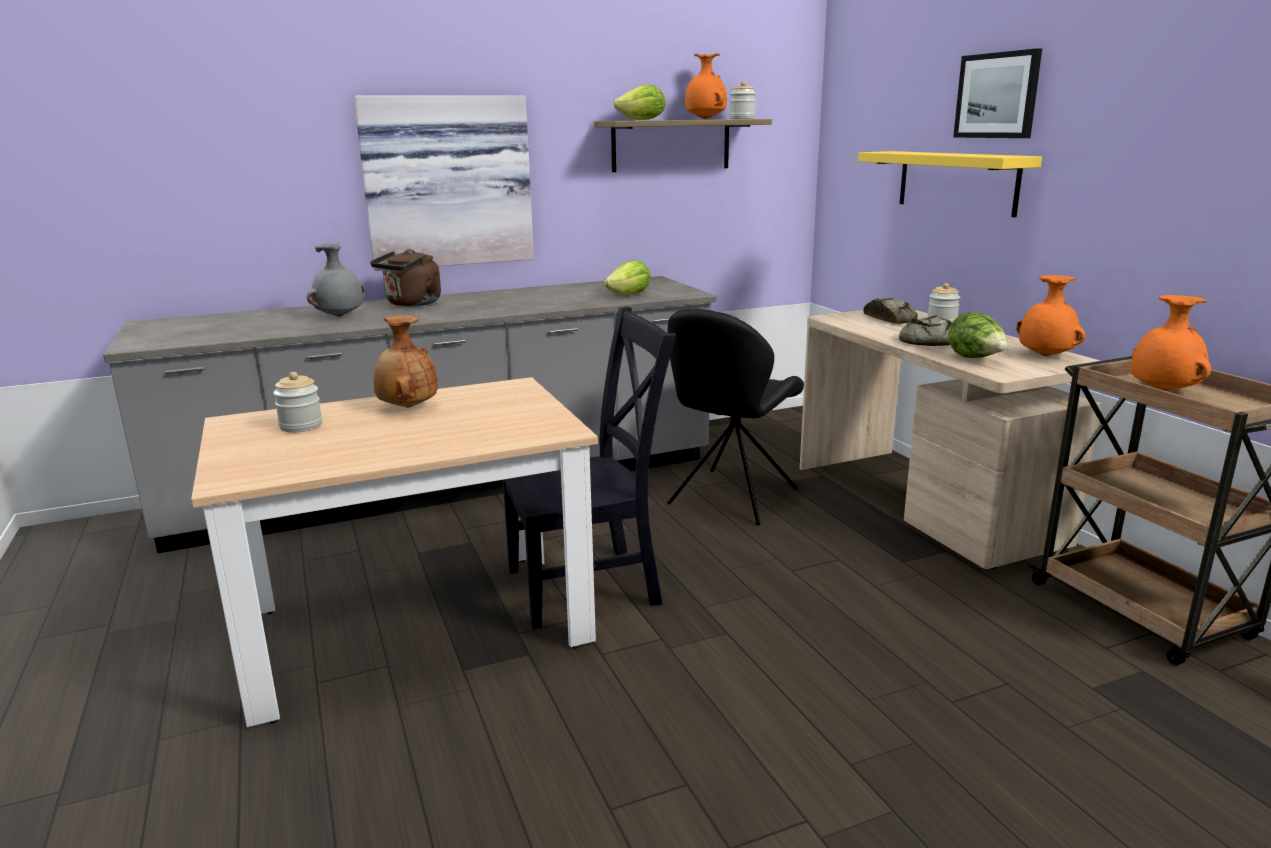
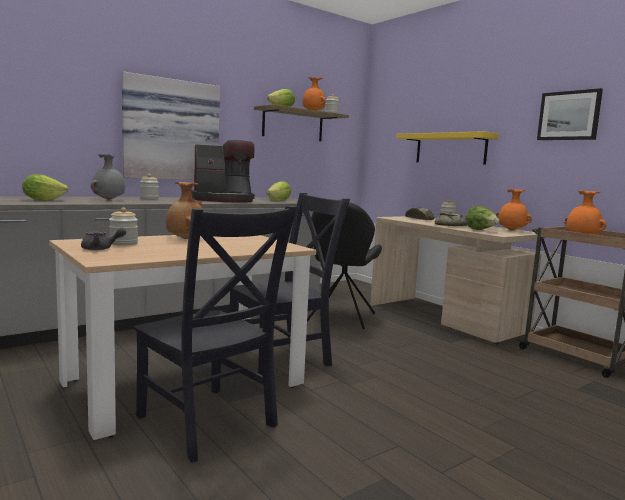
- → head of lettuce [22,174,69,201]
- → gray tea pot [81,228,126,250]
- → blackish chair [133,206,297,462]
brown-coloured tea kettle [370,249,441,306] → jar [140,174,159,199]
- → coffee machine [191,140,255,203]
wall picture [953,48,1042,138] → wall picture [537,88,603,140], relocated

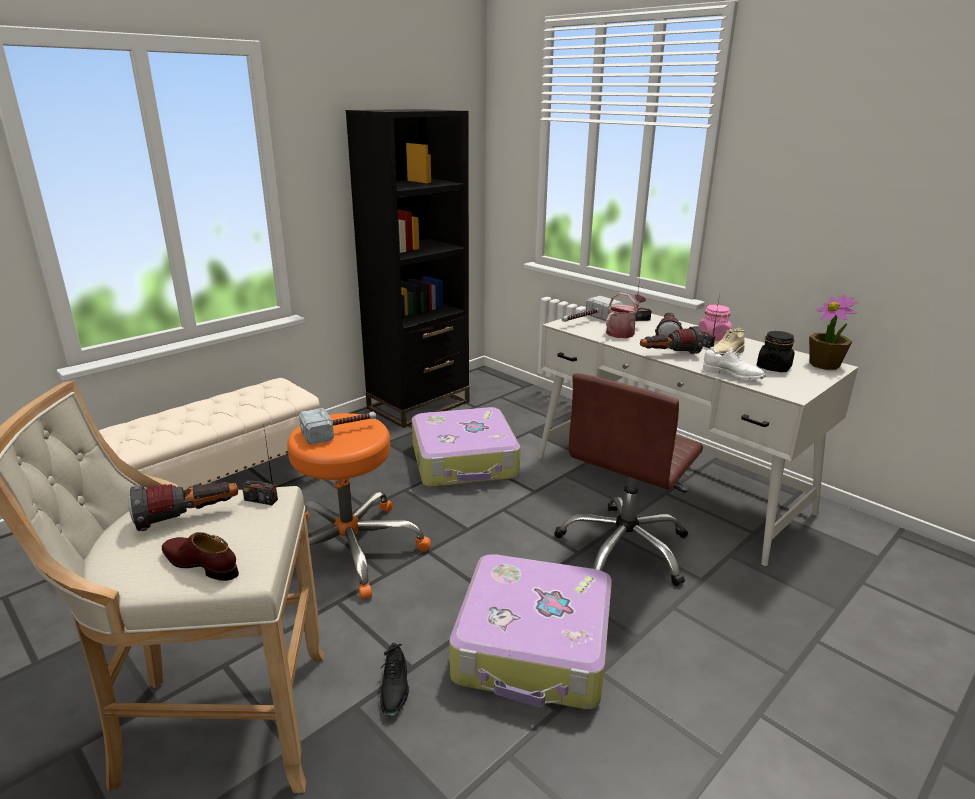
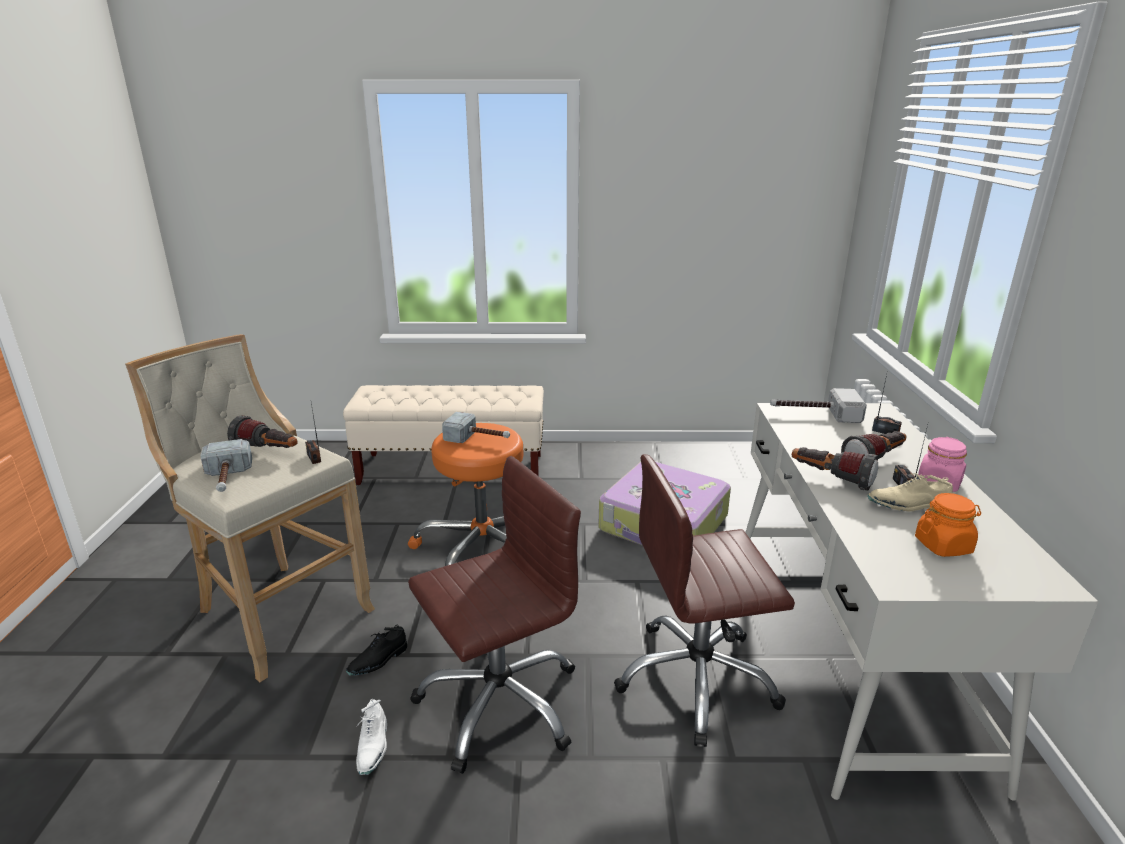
brown-coloured shoe [162,532,239,581] → hammer [201,439,252,492]
white-coloured shoe [703,346,766,379] → white-coloured shoe [356,699,387,775], relocated
travel case [449,554,612,709] → brown-coloured office chair [408,456,581,774]
blackish jar [757,331,795,372] → orange-coloured jar [915,493,981,557]
blackish bookcase [346,109,469,428] → -
watering pot [606,292,646,338] → -
potted plant [809,295,858,370] → -

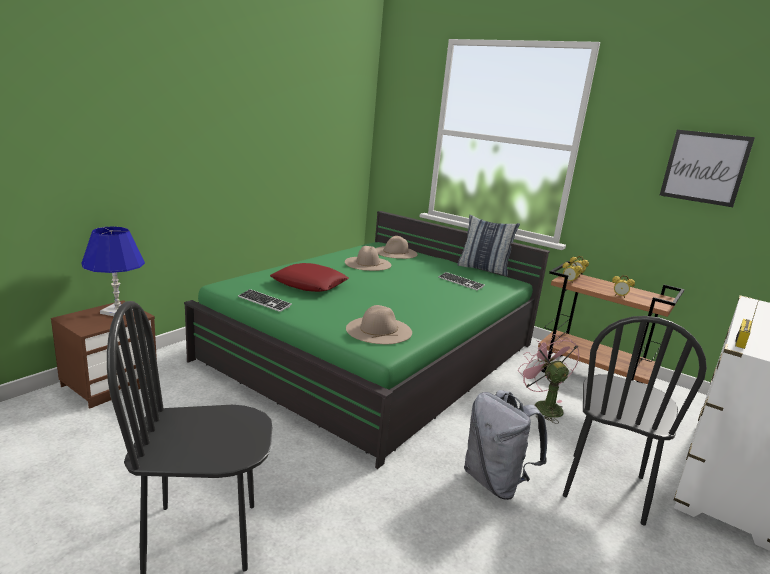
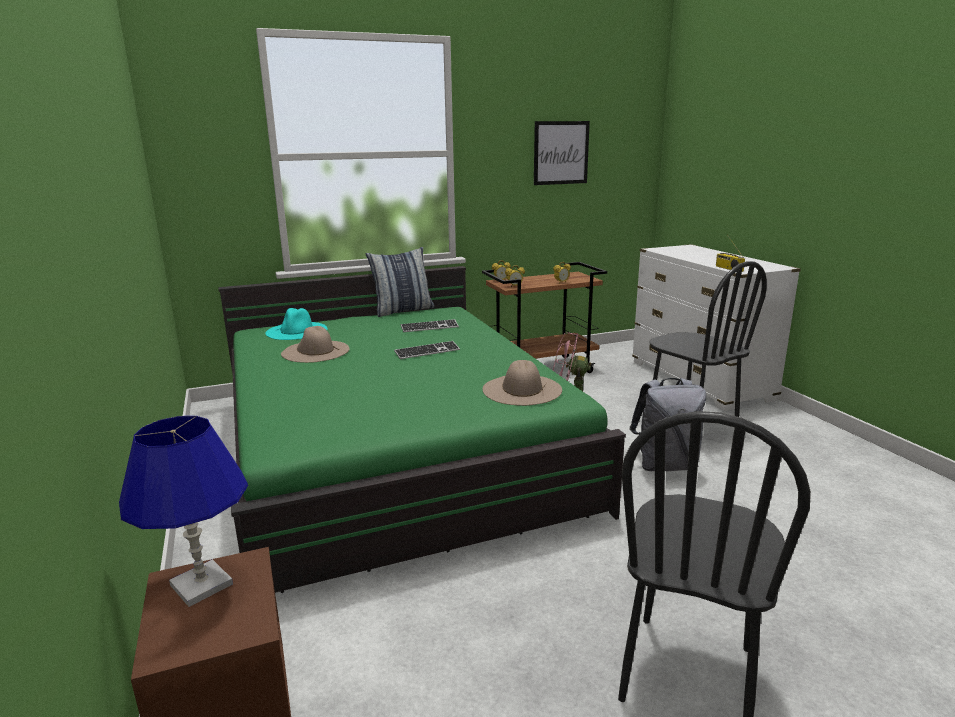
beige-coloured hat [376,236,418,259] → turquoise-coloured hat [265,308,328,340]
keyboard [238,289,292,312] → keyboard [394,341,460,359], relocated
reddish pillow [270,263,349,292] → -

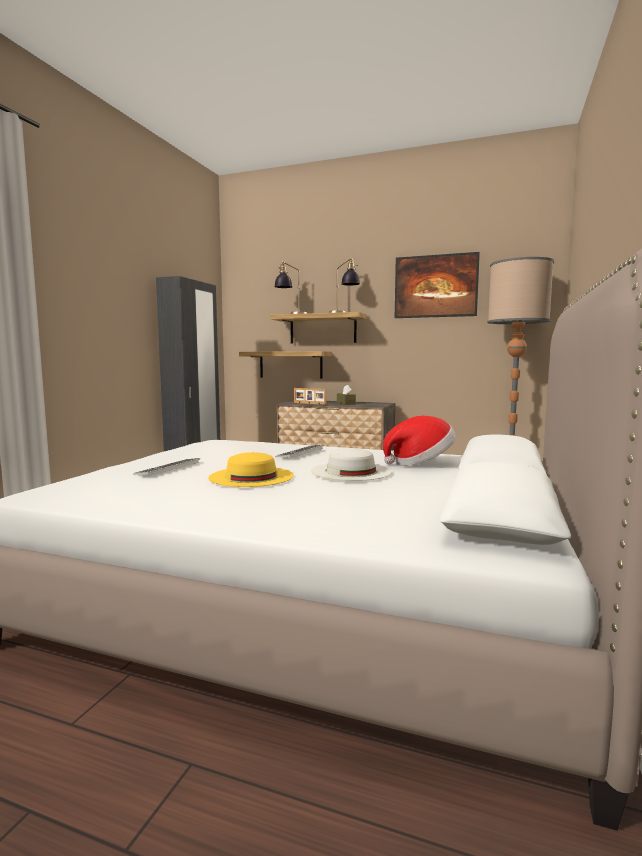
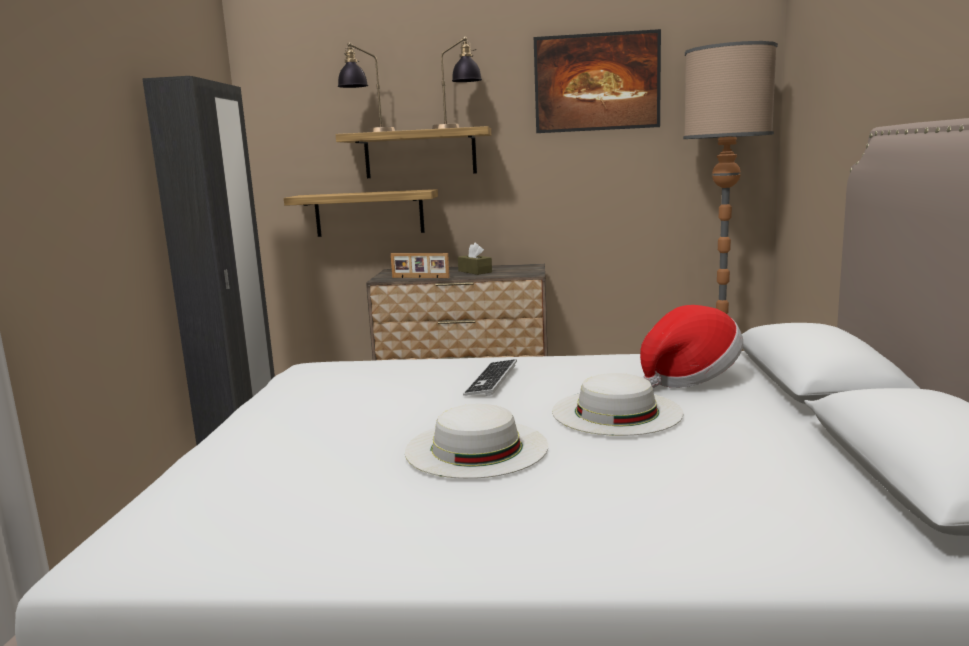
yellowish hat [208,452,294,487] → white-coloured hat [405,404,548,479]
keyboard [133,458,200,476] → -

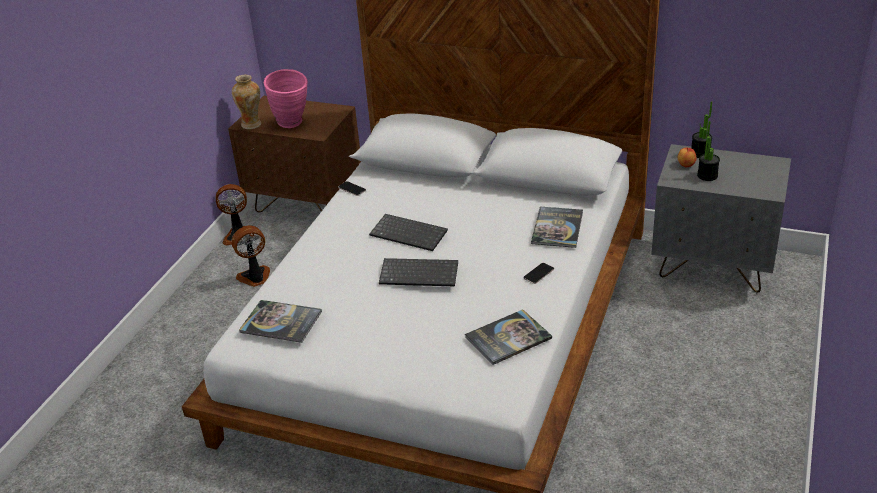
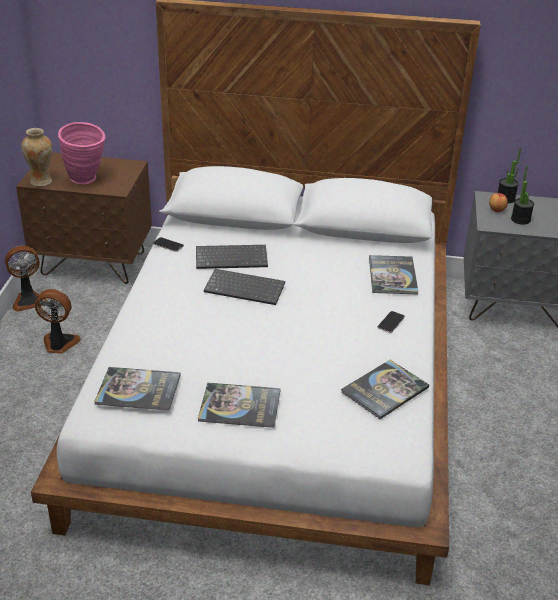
fan [231,226,270,287] → fan [35,289,81,354], 45 degrees clockwise
keyboard [379,258,458,286] → keyboard [196,245,268,269], relocated
- → bound book [198,383,281,428]

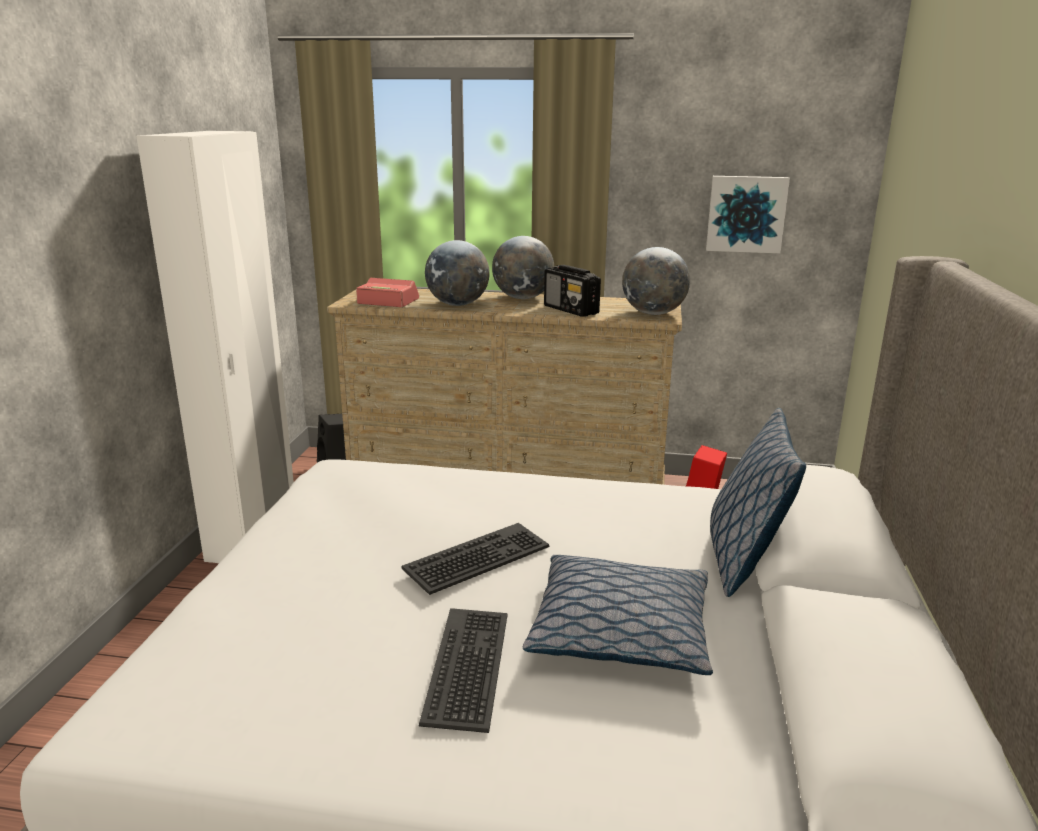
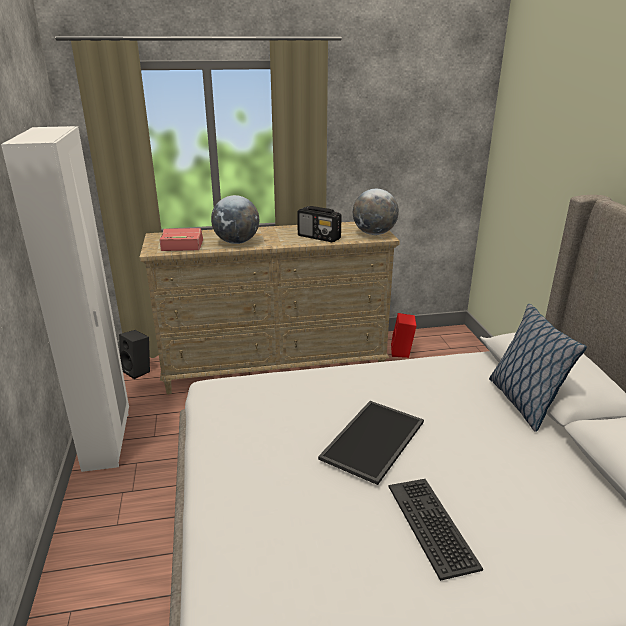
keyboard [401,523,549,595] → carrying tray [318,401,424,485]
world globe [492,236,554,299] → -
pillow [523,555,713,675] → -
wall picture [706,176,790,253] → -

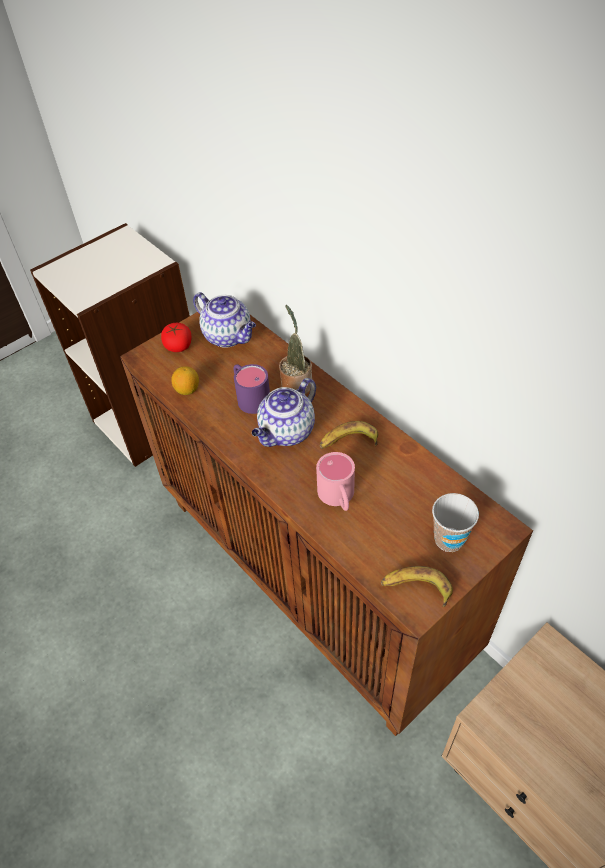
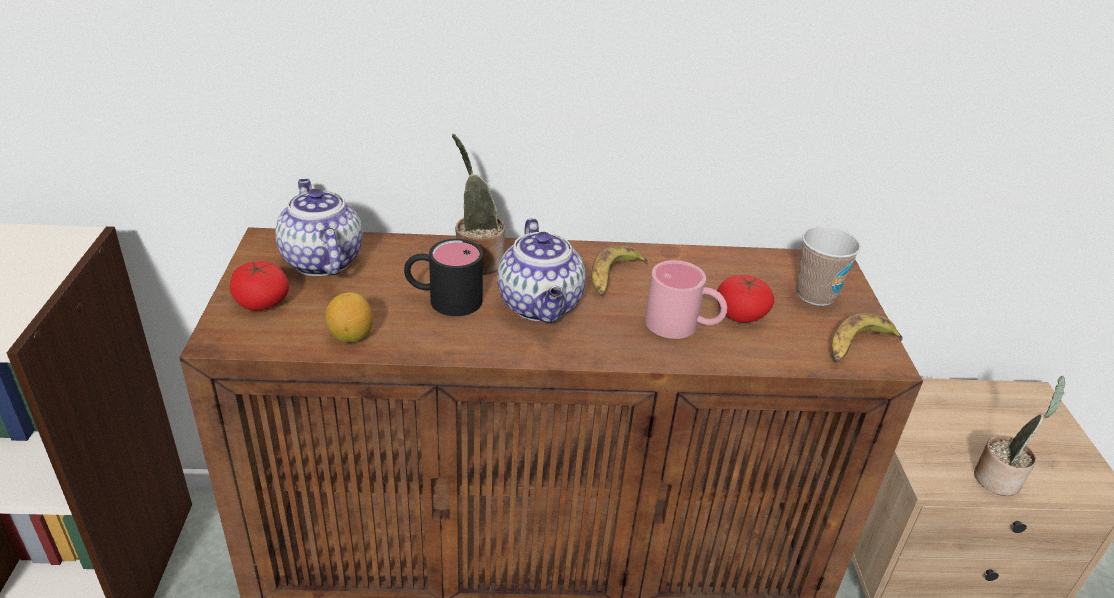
tea pot [193,292,256,348] → tea pot [275,179,363,276], 105 degrees counterclockwise
purple-coloured coffee mug [233,364,270,414] → blackish coffee mug [404,239,483,316]
- → fresh tomato [717,275,774,323]
- → potted plant [974,376,1065,496]

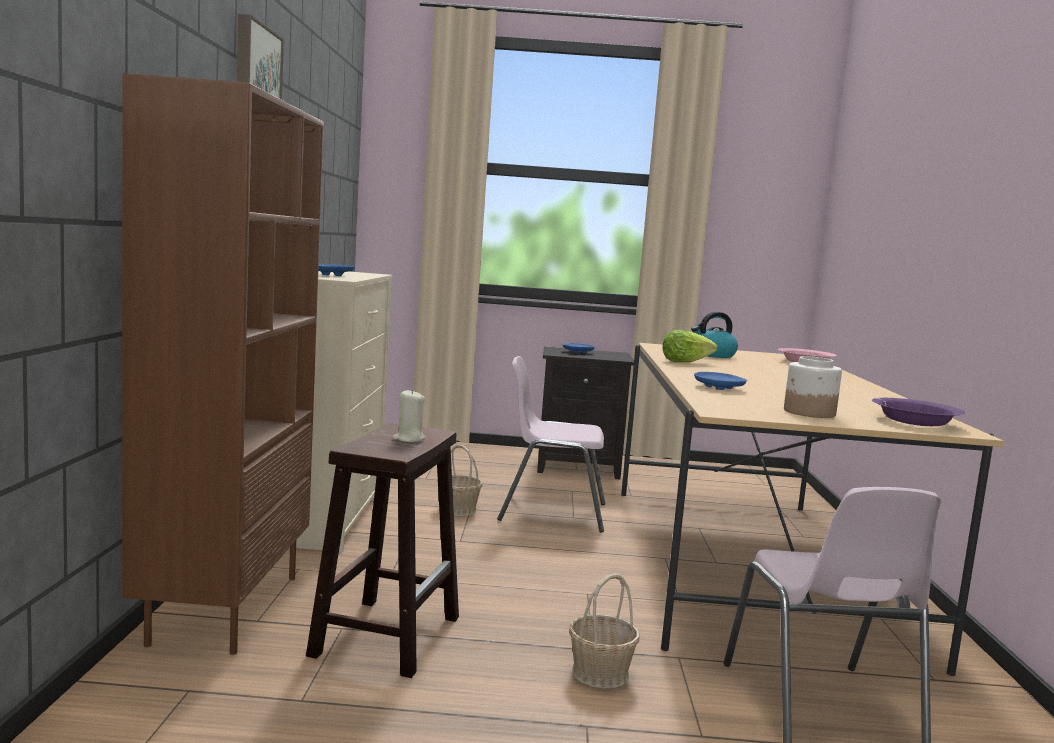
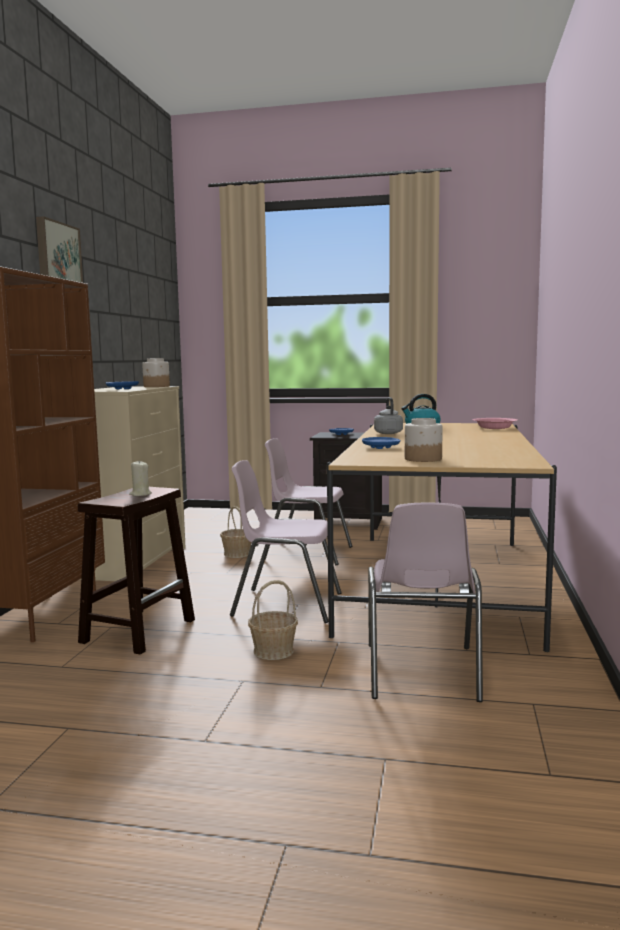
- → jar [142,358,170,387]
- → pinkish chair [230,460,342,623]
head of lettuce [662,330,718,362] → gray tea kettle [374,397,403,434]
purple-coloured serving bowl [872,398,965,426] → -

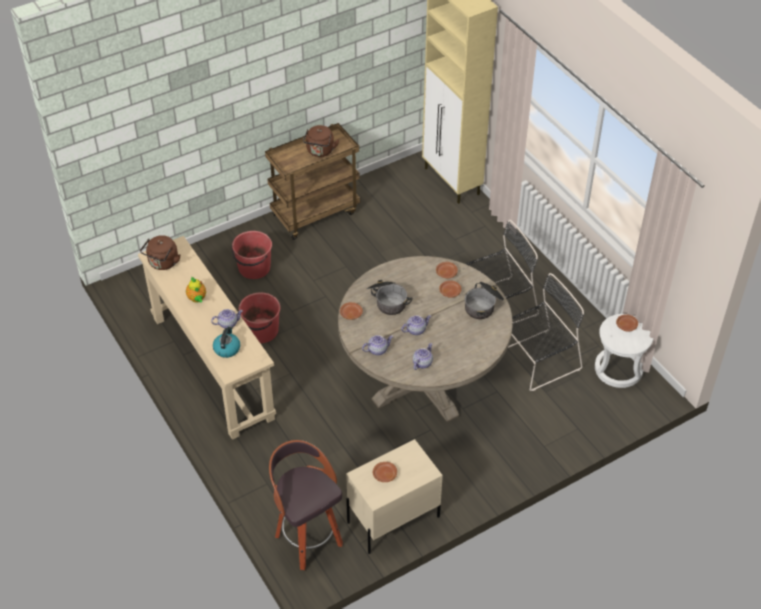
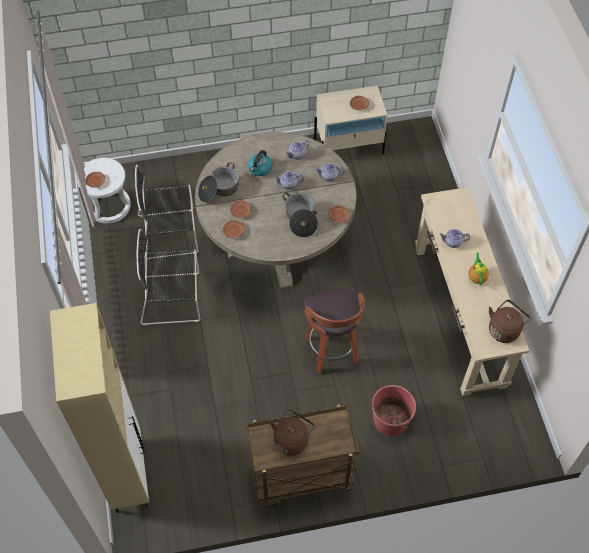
tea kettle [213,326,240,358] → tea kettle [248,150,273,176], relocated
stool seat [269,440,343,570] → stool seat [303,287,365,374], relocated
reddish bucket [238,293,281,343] → -

